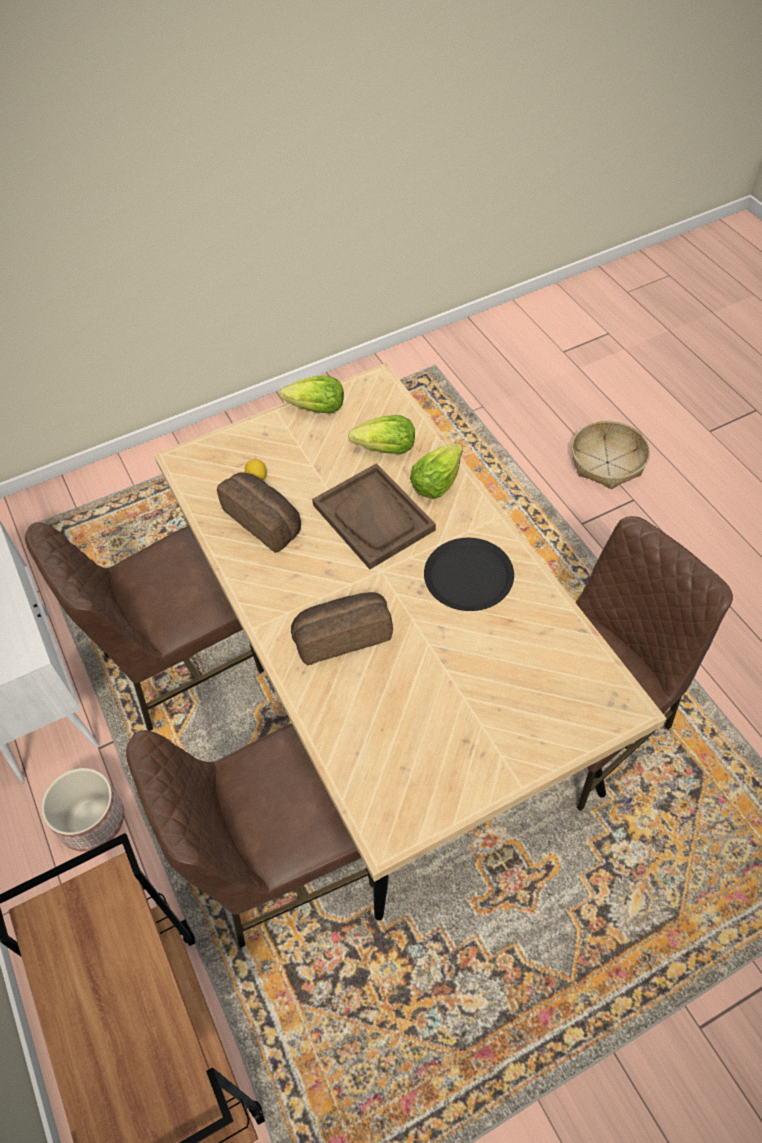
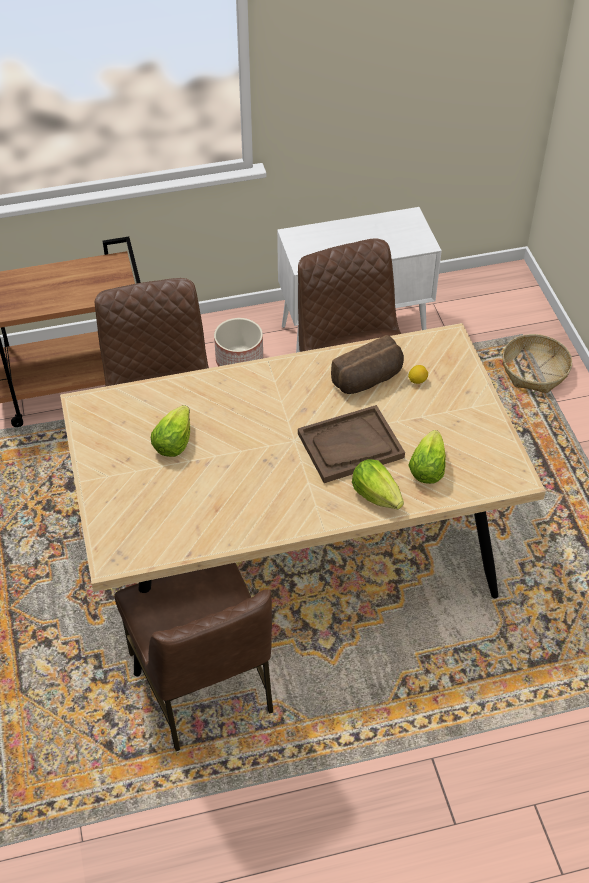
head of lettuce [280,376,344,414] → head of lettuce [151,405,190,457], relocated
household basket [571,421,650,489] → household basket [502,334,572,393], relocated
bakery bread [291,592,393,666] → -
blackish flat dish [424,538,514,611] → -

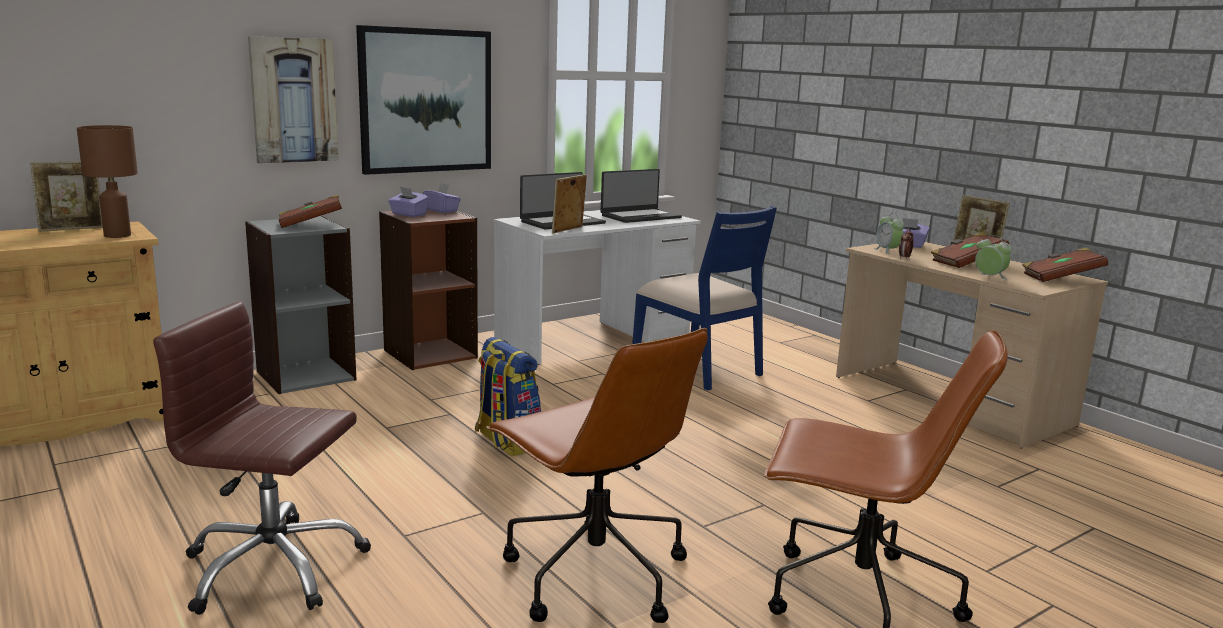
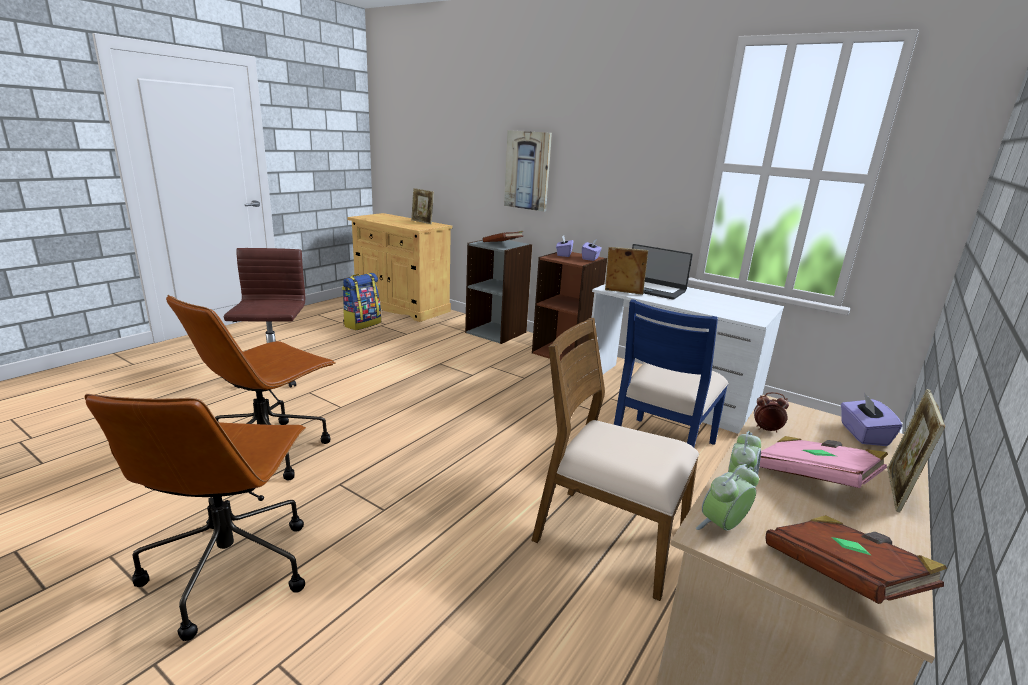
rucksack [475,337,541,456] → rucksack [342,273,381,330], relocated
- → brown-coloured chair [531,318,699,601]
bedside clock [874,213,904,254] → bedside clock [696,464,759,531], relocated
brown-coloured bound book [931,232,1010,268] → pinkish bound book [759,436,888,488]
brown-coloured table lamp [77,125,138,238] → -
wall picture [356,25,491,175] → -
notebook computer [601,169,682,223] → -

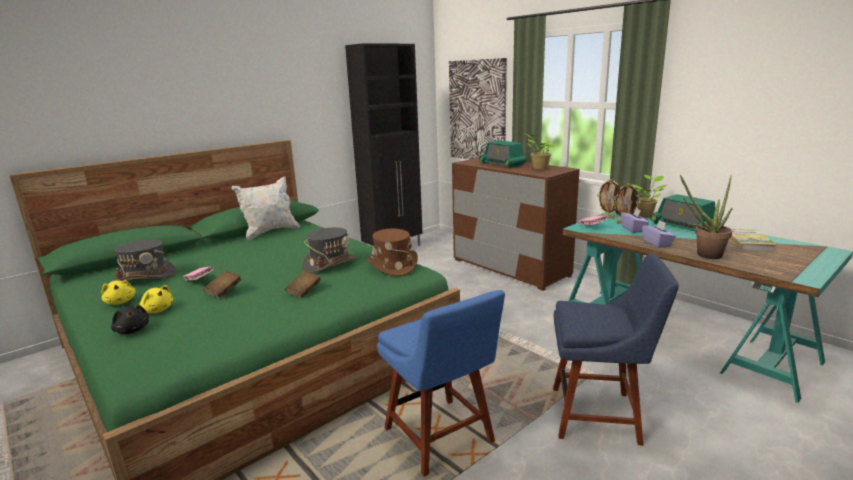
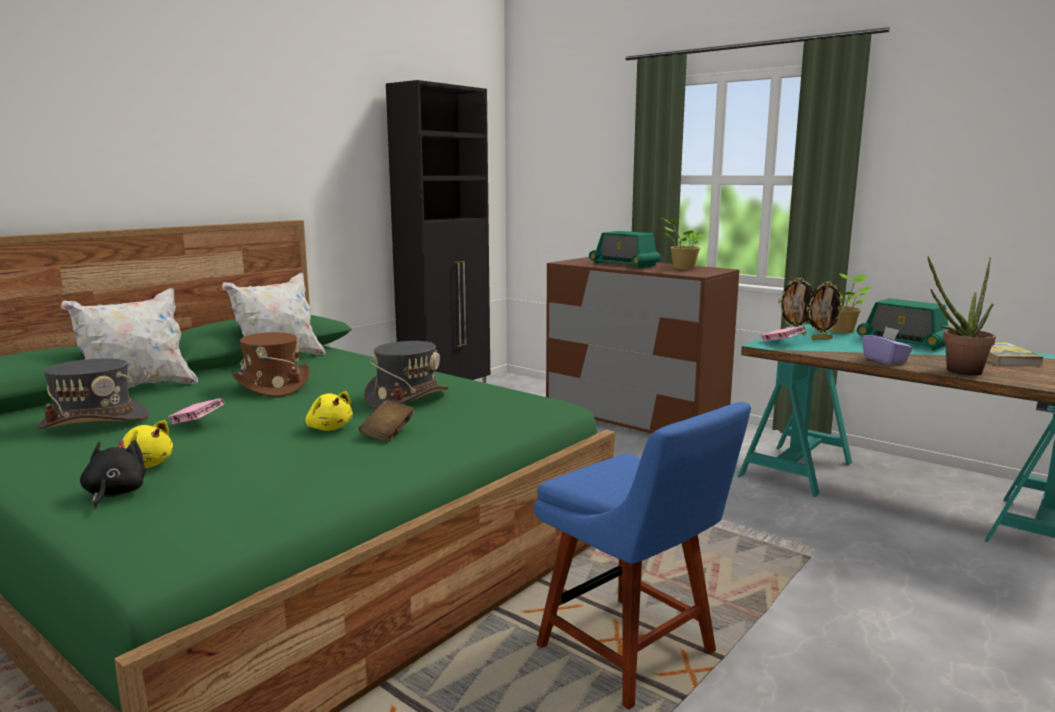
- → white-coloured pillow [61,288,198,389]
blackish soft toy [111,305,149,334] → blackish soft toy [80,439,146,509], 135 degrees counterclockwise
brown-coloured hat [367,229,418,276] → brown-coloured hat [232,332,310,397], relocated
yellowish soft toy [101,280,135,305] → yellowish soft toy [306,392,353,431], relocated
brown-coloured bound book [203,270,242,298] → -
wall picture [449,58,507,159] → -
bluish chair [553,253,679,446] → -
purple-coloured tissue box [621,208,649,233] → -

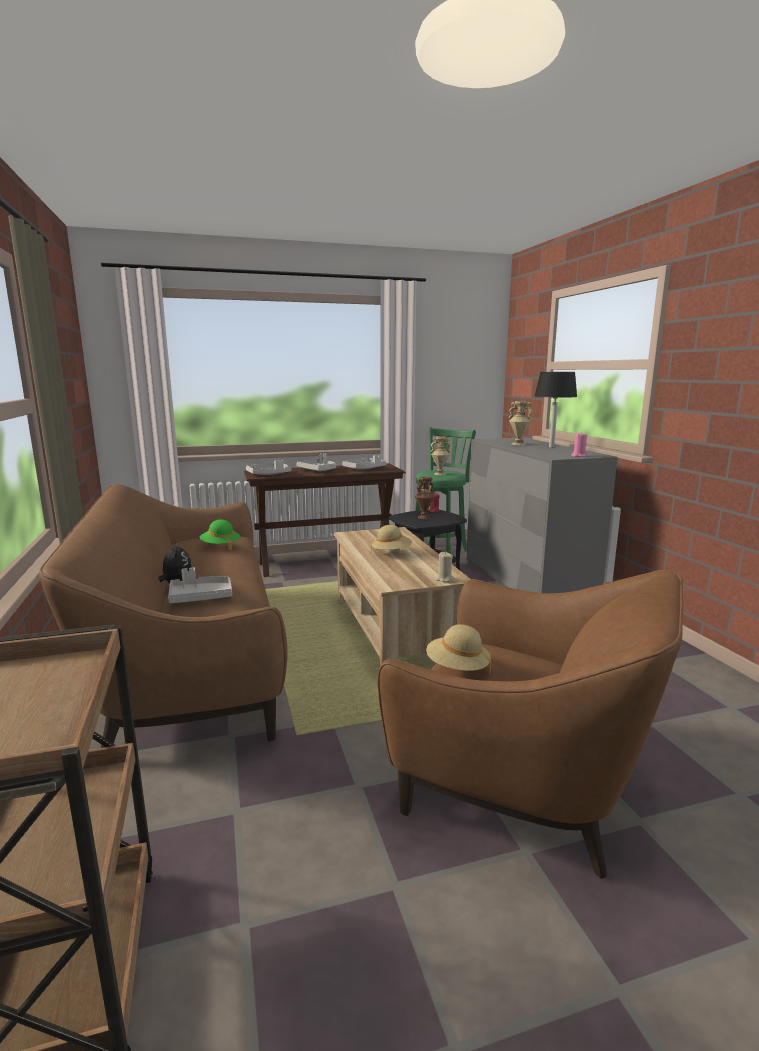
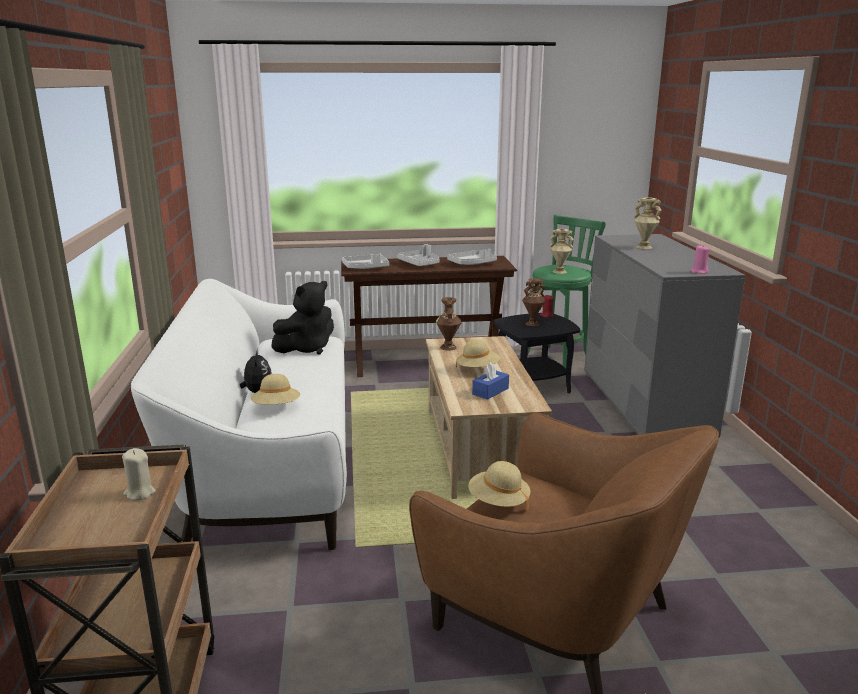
beige-coloured wax candle [436,552,454,582] → beige-coloured wax candle [122,448,156,500], relocated
brown-coloured couch [39,484,288,748] → white-coloured couch [131,279,347,550]
gray carrying tray [168,568,232,603] → beige-coloured hat [251,374,300,405]
green hat [200,520,241,551] → blackish soft toy [271,281,334,354]
- → brown-coloured flower vase [436,297,462,351]
- → bluish tissue box [472,363,509,400]
blackish table lamp [535,372,577,448] → -

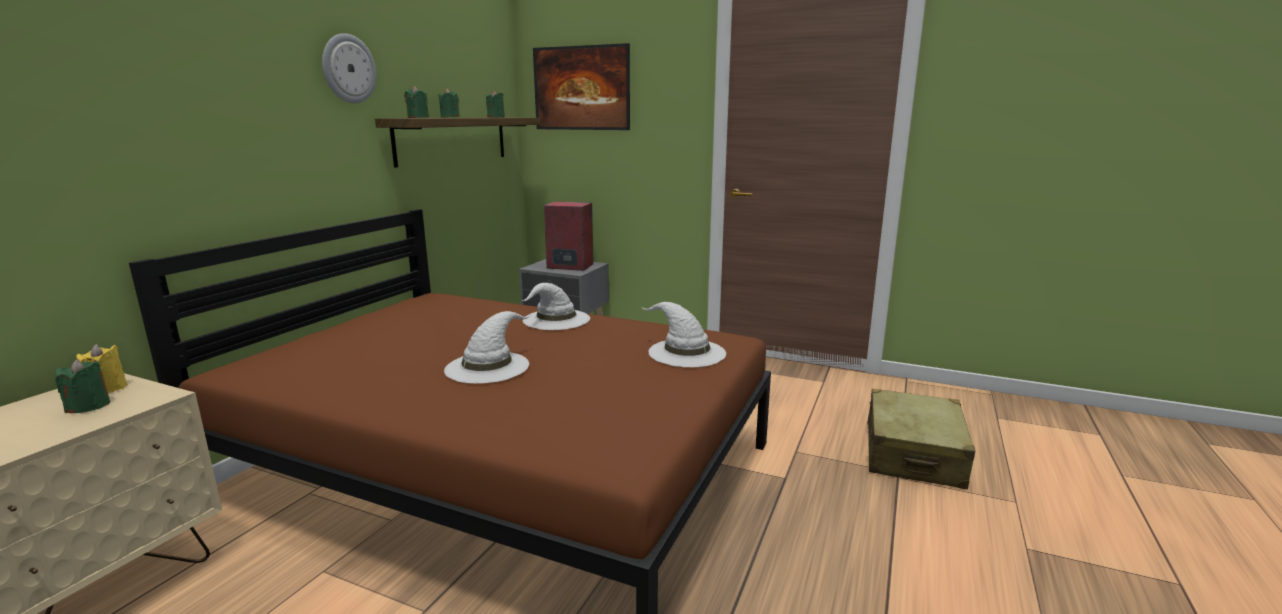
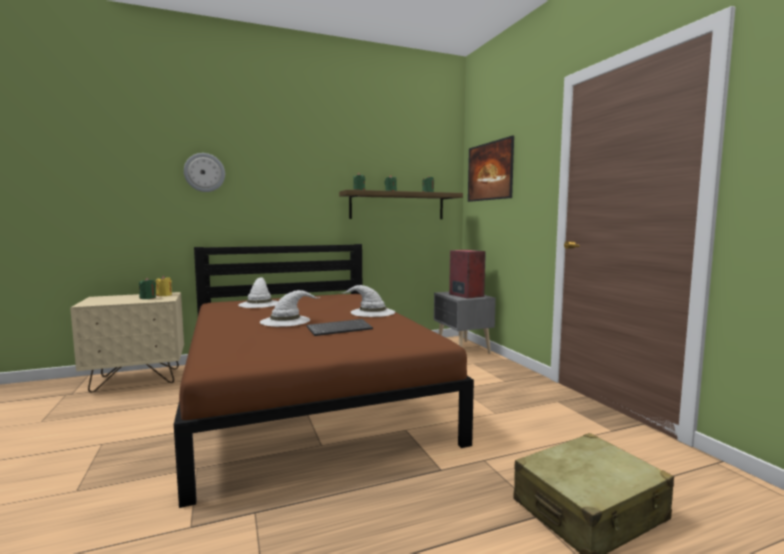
wall clock [322,33,376,104] → wall clock [184,153,225,192], relocated
white-coloured hat [641,302,726,367] → white-coloured hat [238,277,278,308], relocated
- → keyboard [306,319,373,336]

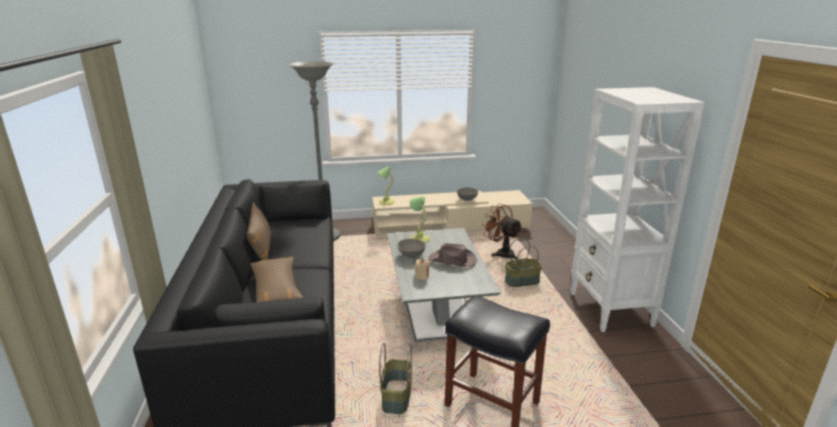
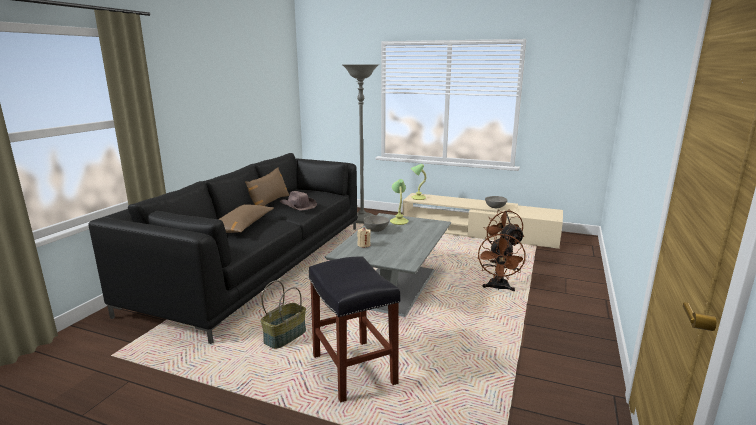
brown-coloured hat [429,243,477,267] → brown-coloured hat [280,191,317,211], relocated
household basket [505,238,542,287] → brown-coloured fan [478,234,526,291]
white-coloured bookcase [570,87,705,332] → -

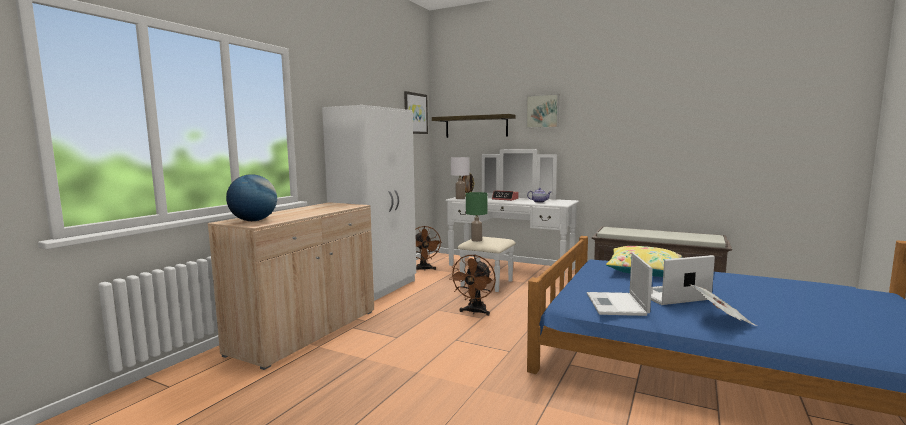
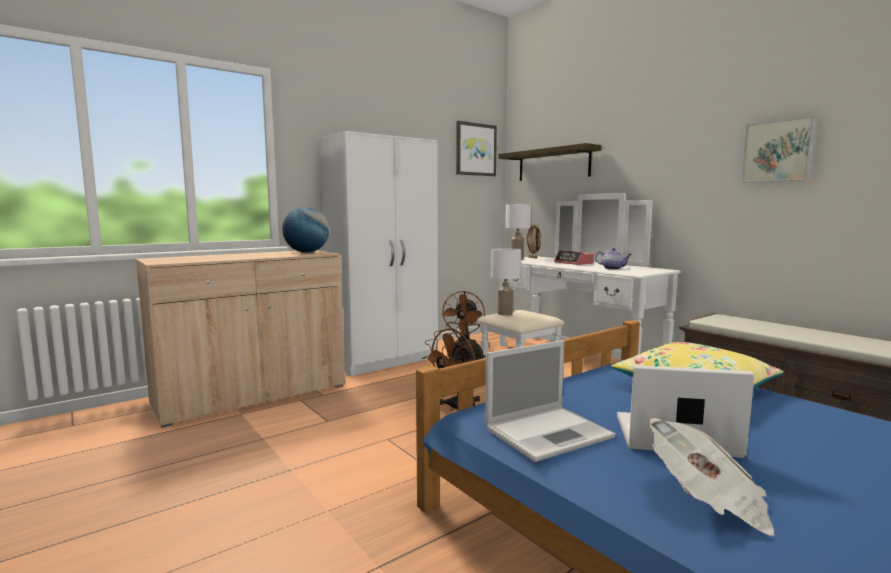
world globe [226,174,277,221] → world globe [282,207,329,253], relocated
notebook computer [587,252,653,316] → notebook computer [485,340,616,462], 150 degrees counterclockwise
green table lamp [466,192,487,242] → white-coloured table lamp [491,248,521,316]
wall picture [526,94,559,128] → wall picture [742,116,816,182], relocated

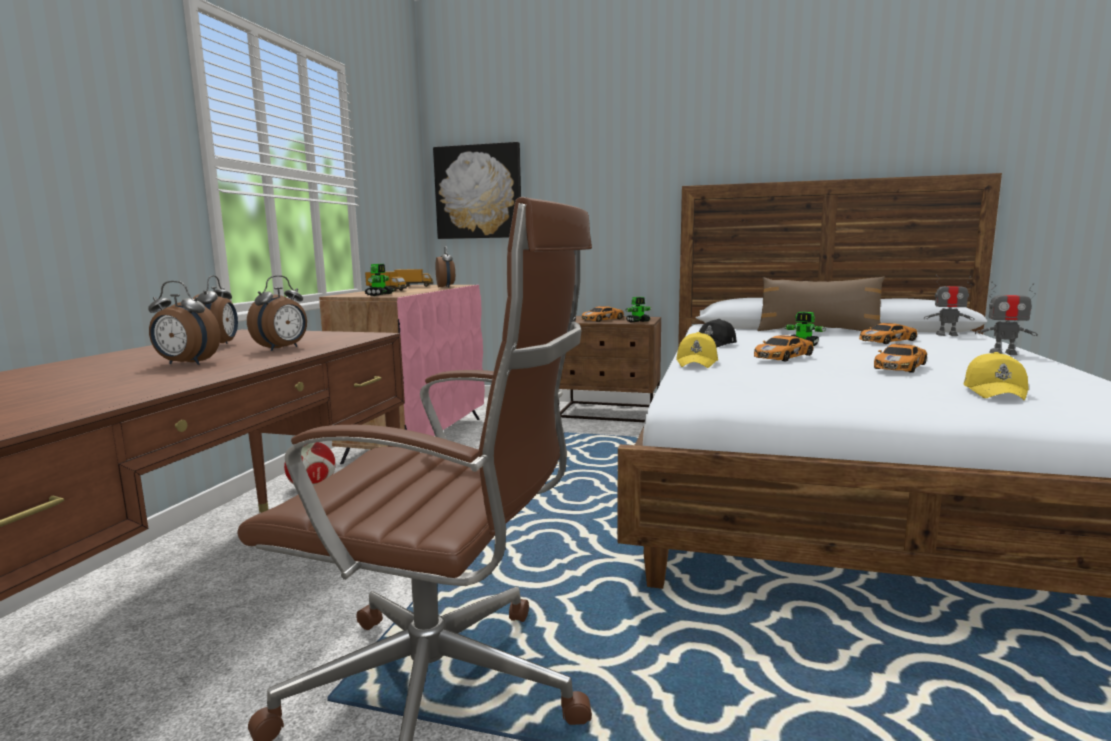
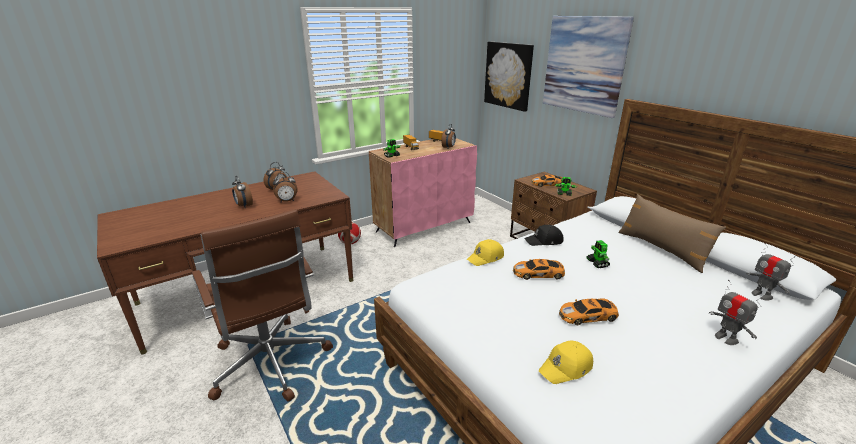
- → wall picture [543,16,634,118]
model car [859,323,917,344] → -

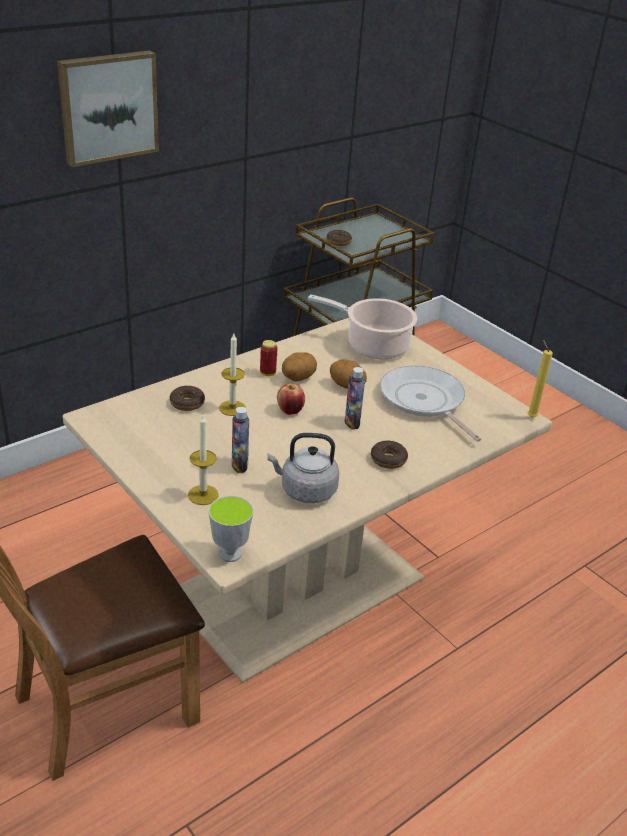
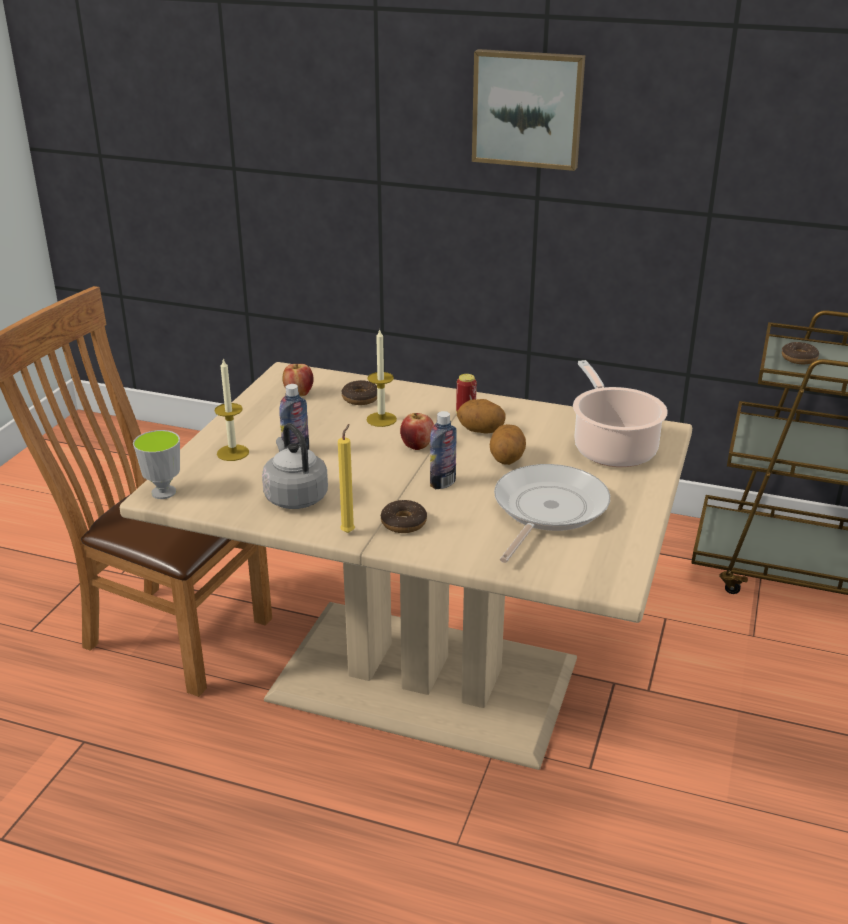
- → whole apple [283,364,314,396]
yellowish wax candle [527,340,553,418] → yellowish wax candle [338,424,355,533], relocated

